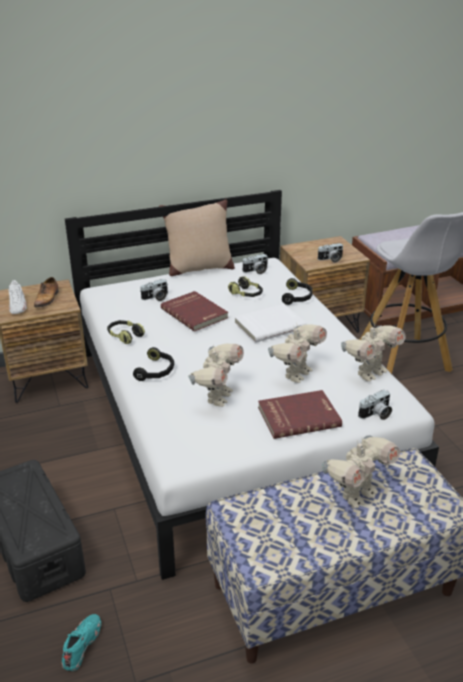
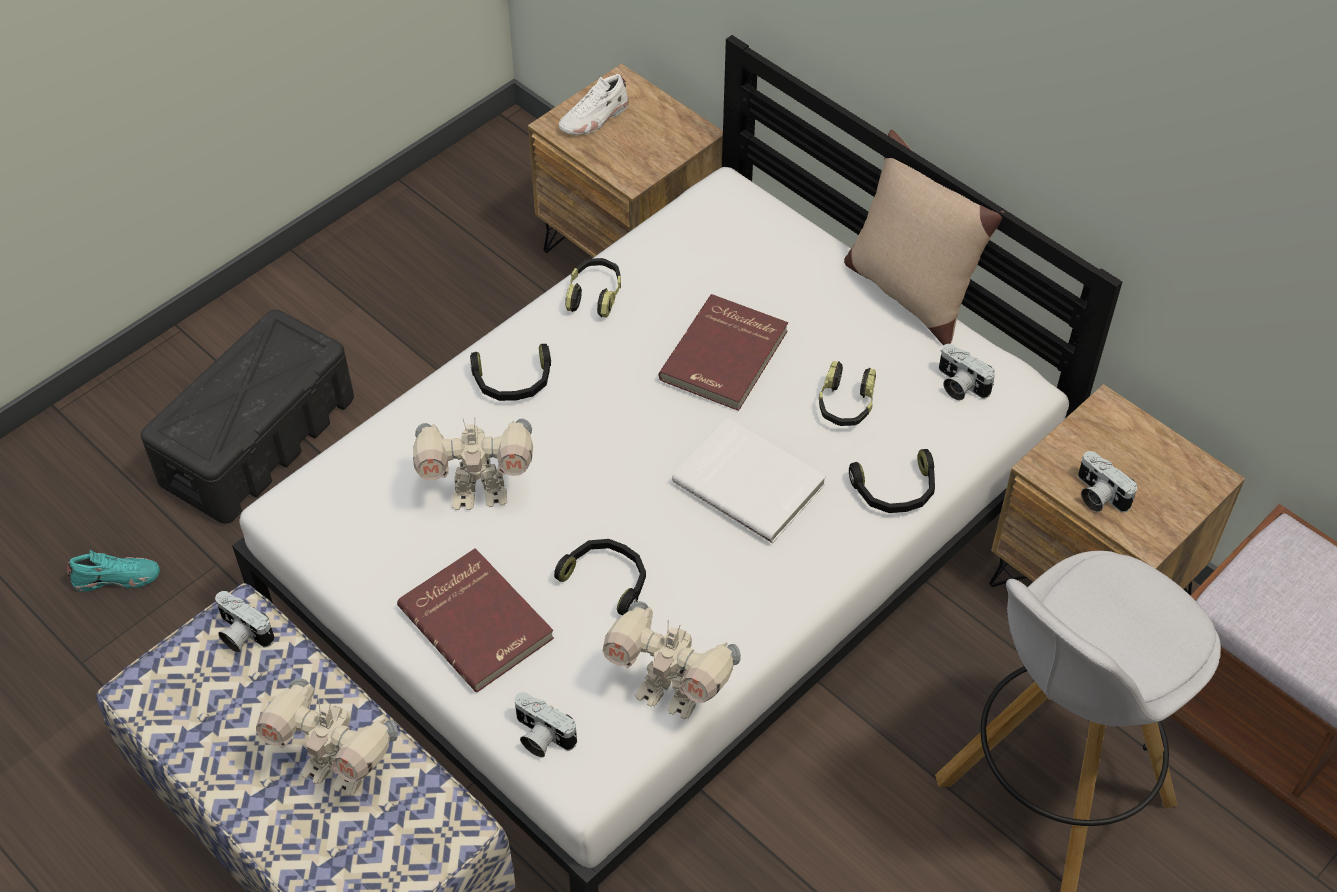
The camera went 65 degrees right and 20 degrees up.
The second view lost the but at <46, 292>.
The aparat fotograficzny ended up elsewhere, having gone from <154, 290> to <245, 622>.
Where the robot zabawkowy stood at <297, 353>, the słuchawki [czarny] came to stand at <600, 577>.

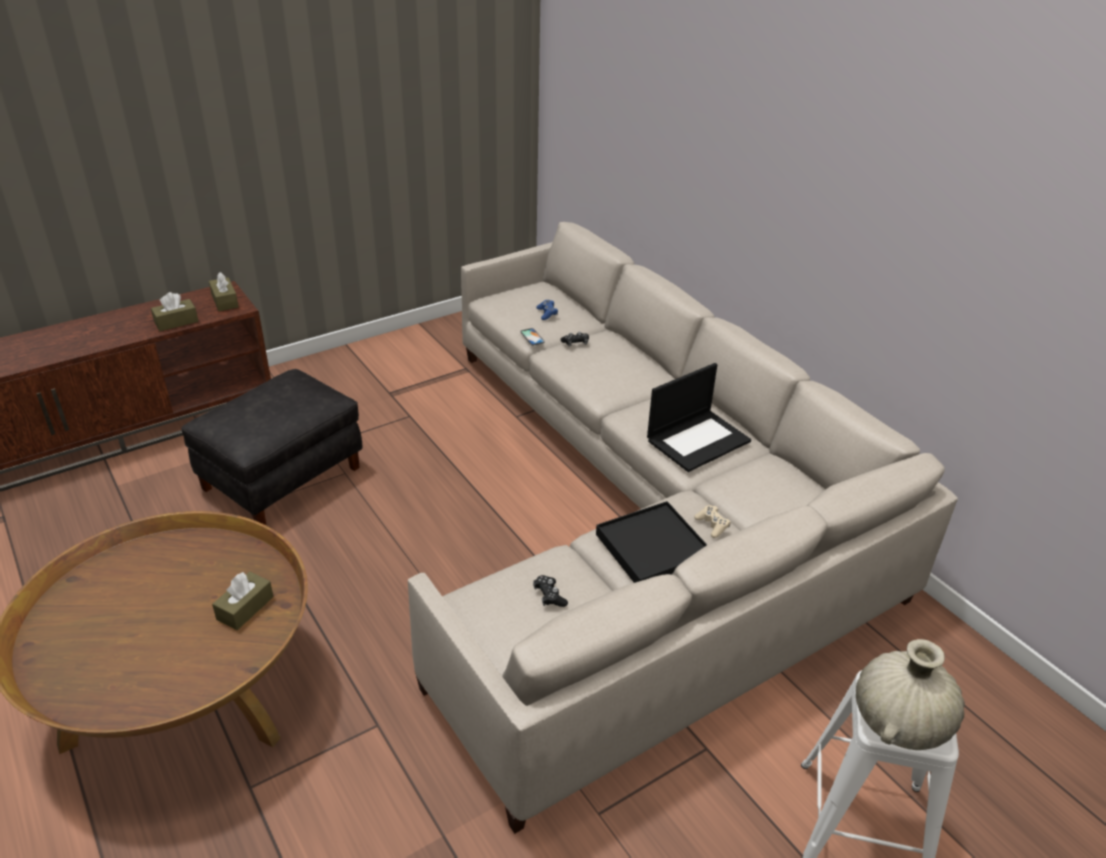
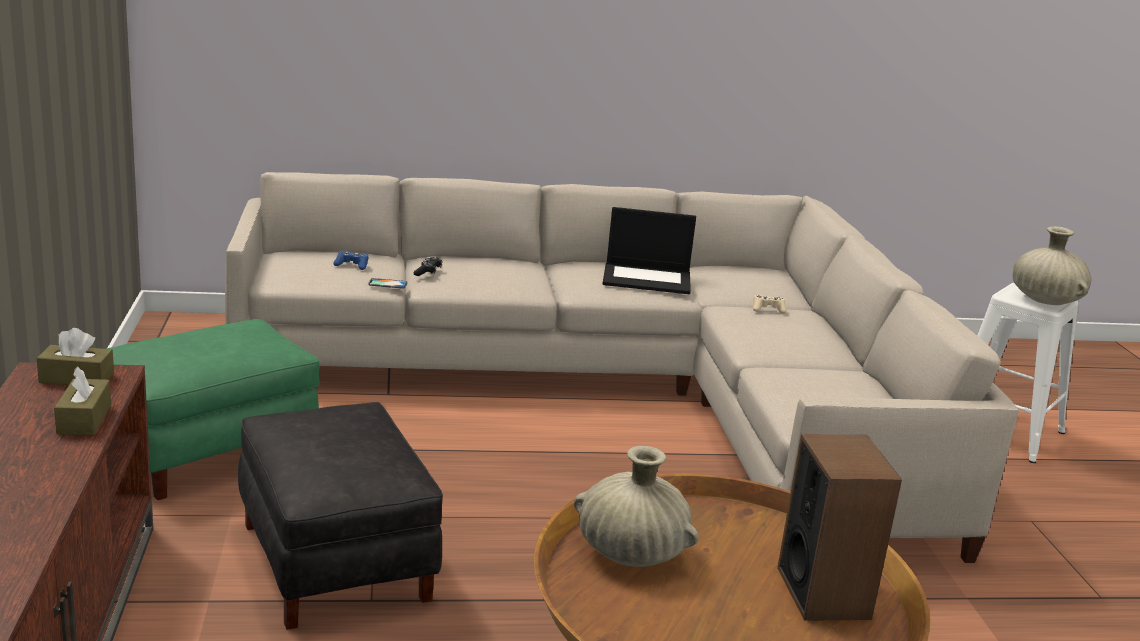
The camera went 65 degrees left and 15 degrees down.
The second view lost the pudełko chusteczek [brązowy] at <243, 600>.
The second view lost the pad do gier [czarny] at <550, 591>.
The second view lost the taca [czarny] at <651, 542>.
The laptop at <699, 417> ended up facing another way, 105 degrees clockwise from before.
The second view gained the pufa [zielony] at <213, 409>.
The second view gained the wazon [beżowy] at <636, 506>.
The second view gained the głośnik at <839, 527>.

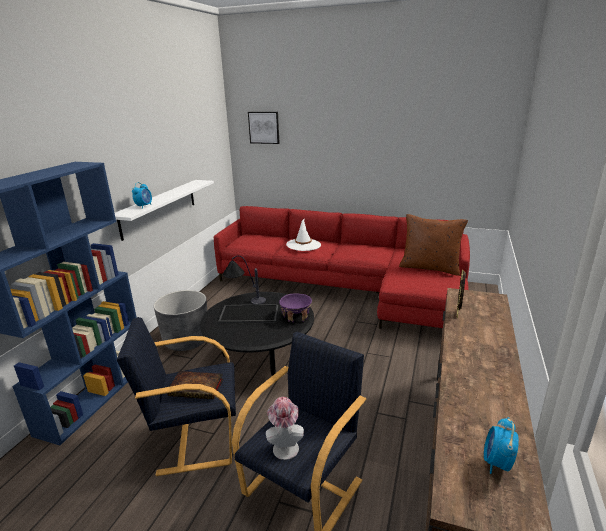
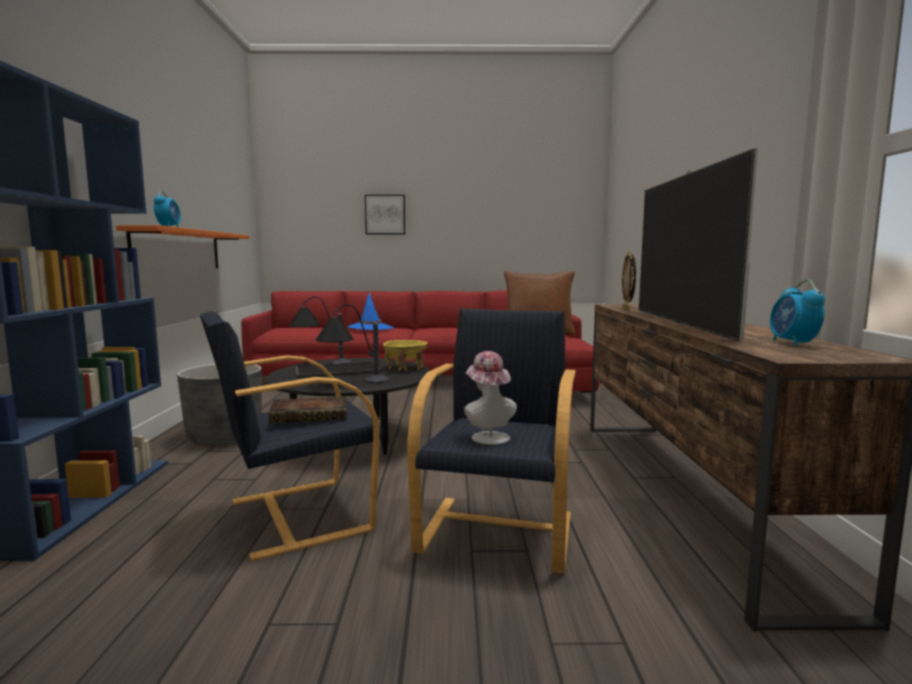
The camera went 20 degrees left and 15 degrees down.
What was the półka [biały] at <164, 210> turned into the półka [pomarańczowy] at <182, 246>.
The obraz ended up elsewhere, having gone from <264, 128> to <385, 214>.
What was the miska [fioletowy] at <295, 308> turned into the miska [żółty] at <405, 355>.
What was the kapelusz [biały] at <303, 234> turned into the kapelusz [niebieski] at <370, 311>.
The second view gained the lampa stołowa at <352, 343>.
The second view gained the telewizor at <698, 245>.

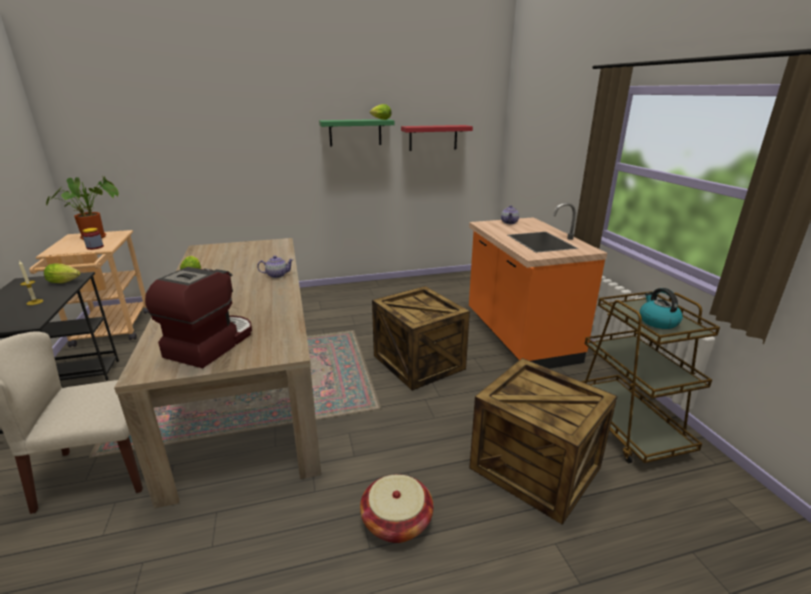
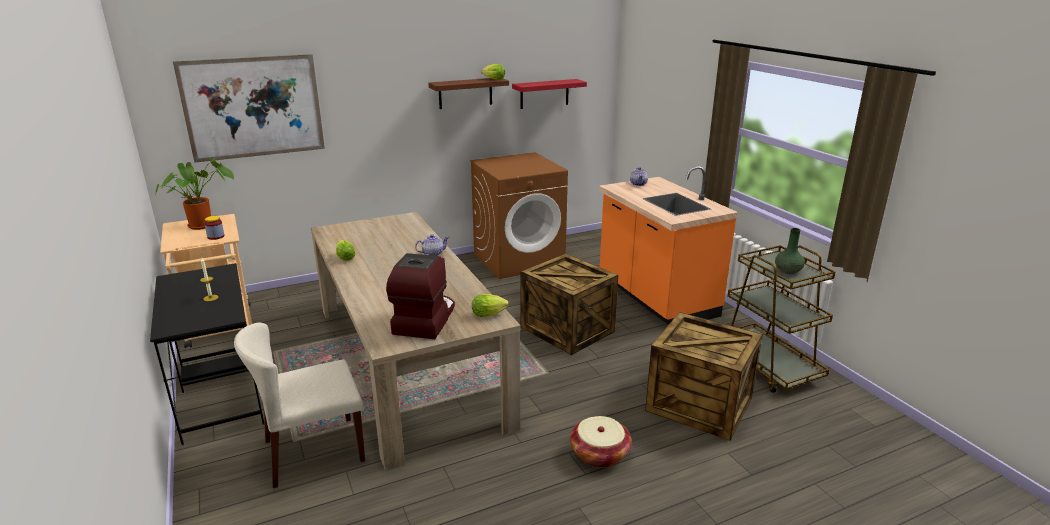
The camera went 10 degrees left and 0 degrees up.
The sałata ended up elsewhere, having gone from <62, 273> to <490, 305>.
What was the półka [zielony] at <356, 132> turned into the półka [brązowy] at <469, 93>.
Where the czajnik stood at <661, 308>, the wazon [zielony] came to stand at <790, 251>.
The second view gained the obraz at <249, 108>.
The second view gained the pralka [brązowy] at <519, 215>.

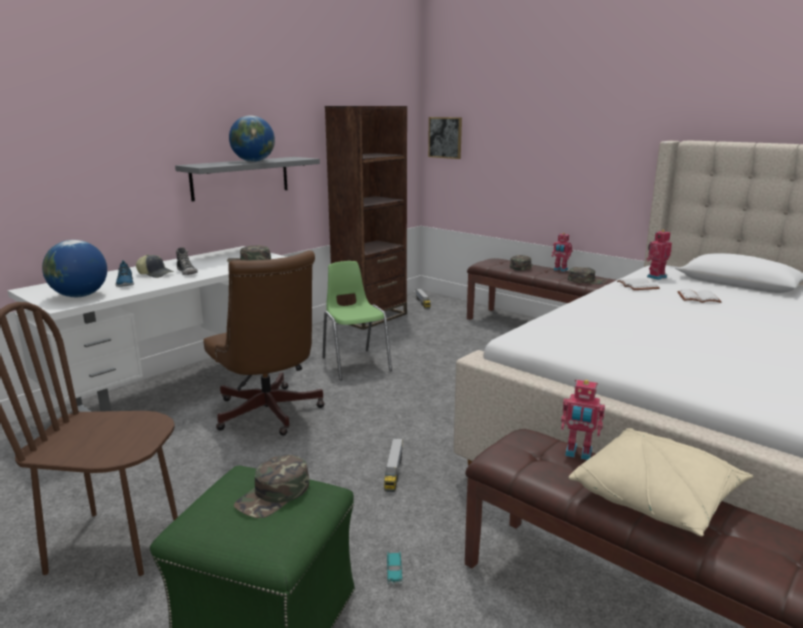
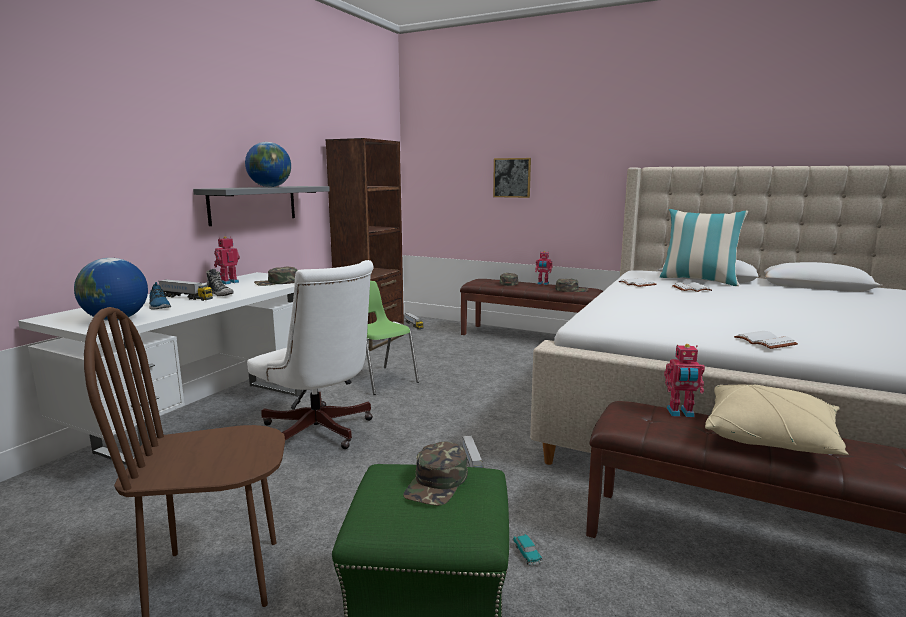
The camera went 15 degrees left and 5 degrees down.
Where the czapka z daszkiem stood at <155, 266>, the ciężarówka zabawkowa came to stand at <185, 290>.
What was the krzesło biurowe [brązowy] at <264, 342> turned into the krzesło biurowe [biały] at <310, 354>.
The obraz ended up elsewhere, having gone from <445, 138> to <512, 178>.
The robot zabawkowy ended up elsewhere, having gone from <659, 255> to <227, 260>.
The second view gained the poduszka at <704, 247>.
The second view gained the książka [biały] at <766, 340>.

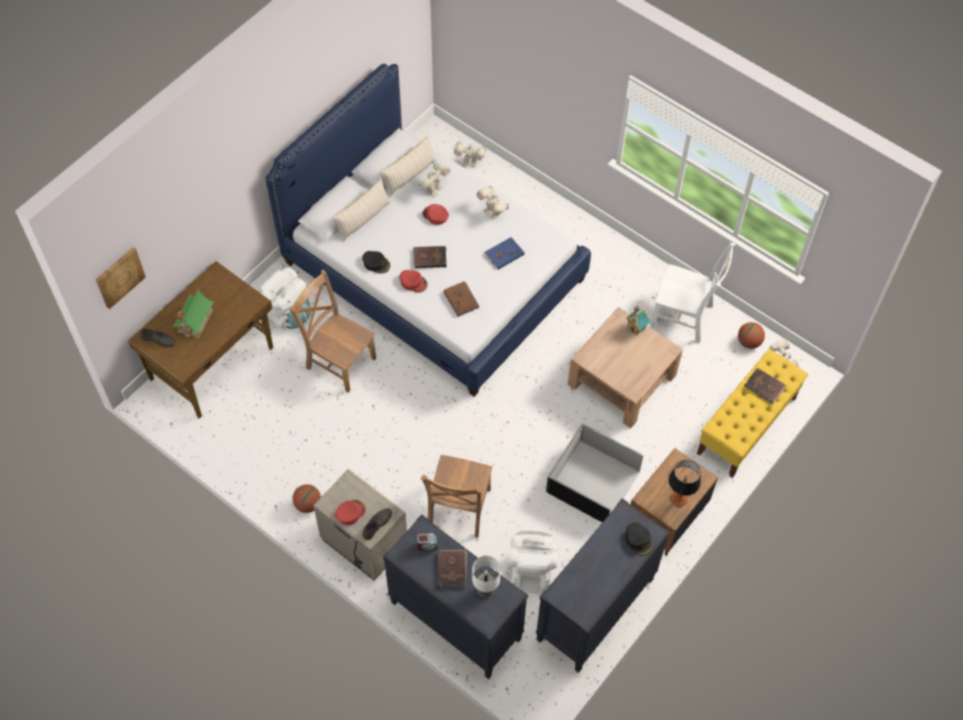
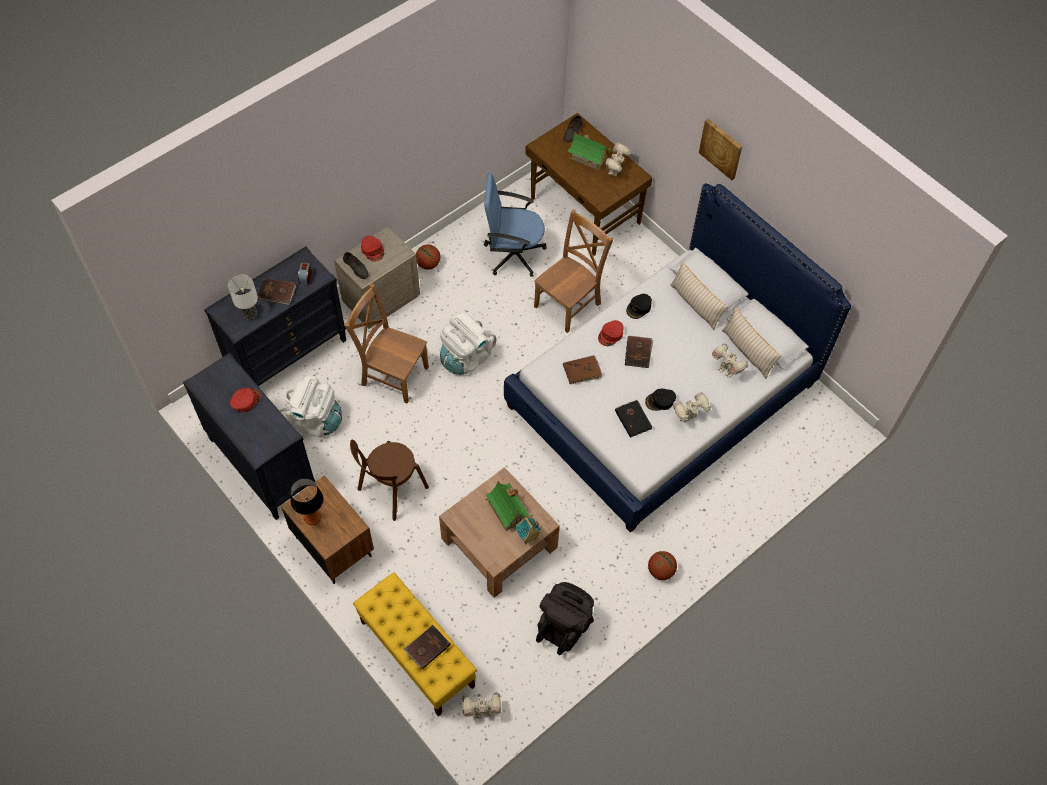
The camera went 100 degrees right and 0 degrees up.
The obraz ended up elsewhere, having gone from <121, 278> to <720, 149>.
The plecak [biały] ended up elsewhere, having gone from <284, 298> to <468, 344>.
The czapka z daszkiem [czerwony] ended up elsewhere, having gone from <435, 214> to <245, 400>.
The robot zabawkowy ended up elsewhere, having gone from <470, 155> to <618, 159>.
What was the książka [niebieski] at <504, 253> turned into the książka [czarny] at <633, 419>.
Where the pojemnik do przechowywania [czarny] stood at <594, 472>, the krzesło [brązowy] came to stand at <389, 480>.
The czapka z daszkiem [czarny] ended up elsewhere, having gone from <639, 539> to <660, 400>.
Where the krzesło [biały] stood at <693, 293>, the plecak [czarny] came to stand at <565, 618>.
The piłka do koszykówki ended up elsewhere, having gone from <751, 335> to <662, 565>.
The second view gained the krzesło biurowe [niebieski] at <515, 225>.
The second view gained the domek at <507, 506>.

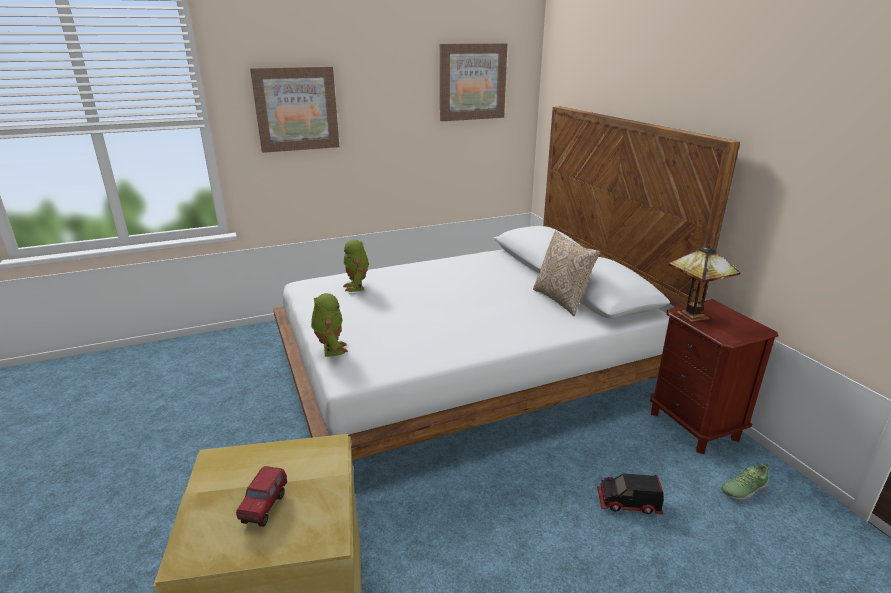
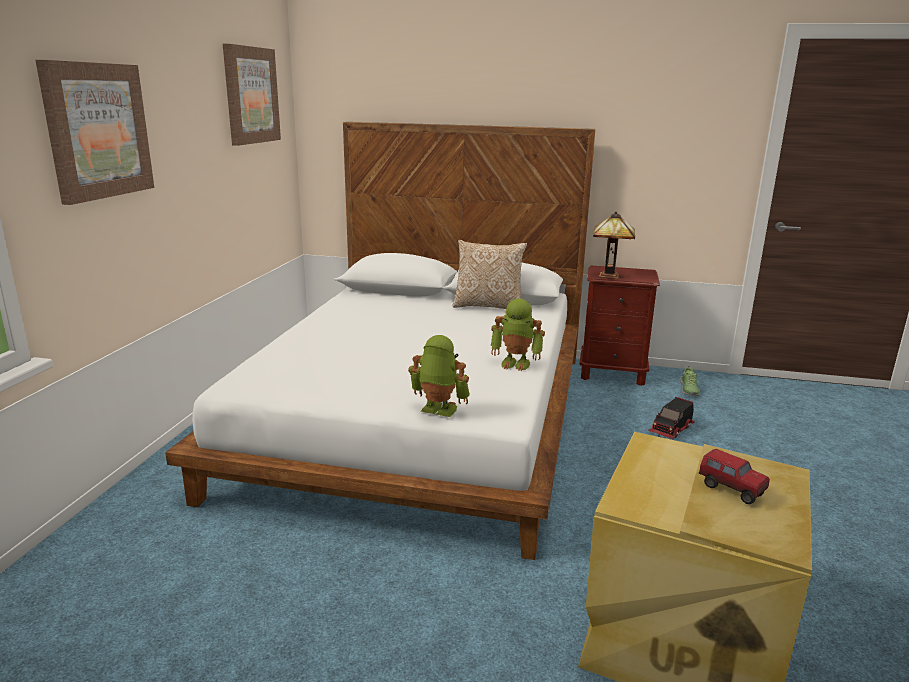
The camera went 55 degrees left and 5 degrees down.
The robot zabawkowy ended up elsewhere, having gone from <356, 265> to <518, 334>.

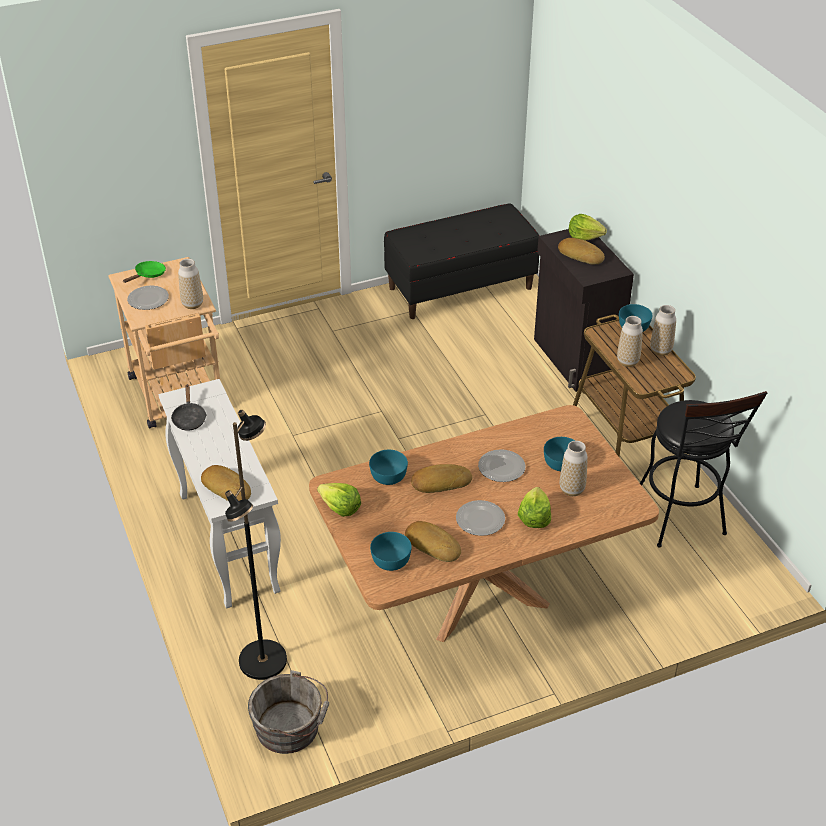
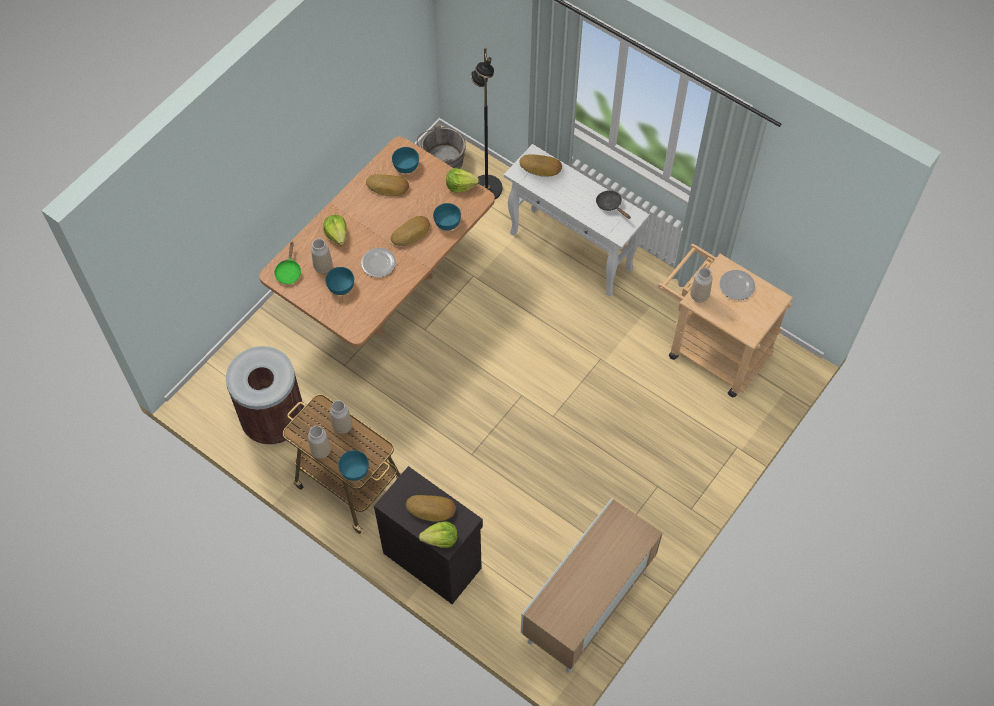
The camera went 150 degrees right and 20 degrees up.
The patelnia [zielony] ended up elsewhere, having gone from <144, 272> to <287, 263>.
Where the ławka [czarny] stood at <461, 261>, the szafka came to stand at <592, 585>.
The second view lost the talerz at <480, 518>.
Where the stołek [czarny] stood at <703, 469>, the kosz na śmieci [brązowy] came to stand at <265, 395>.

